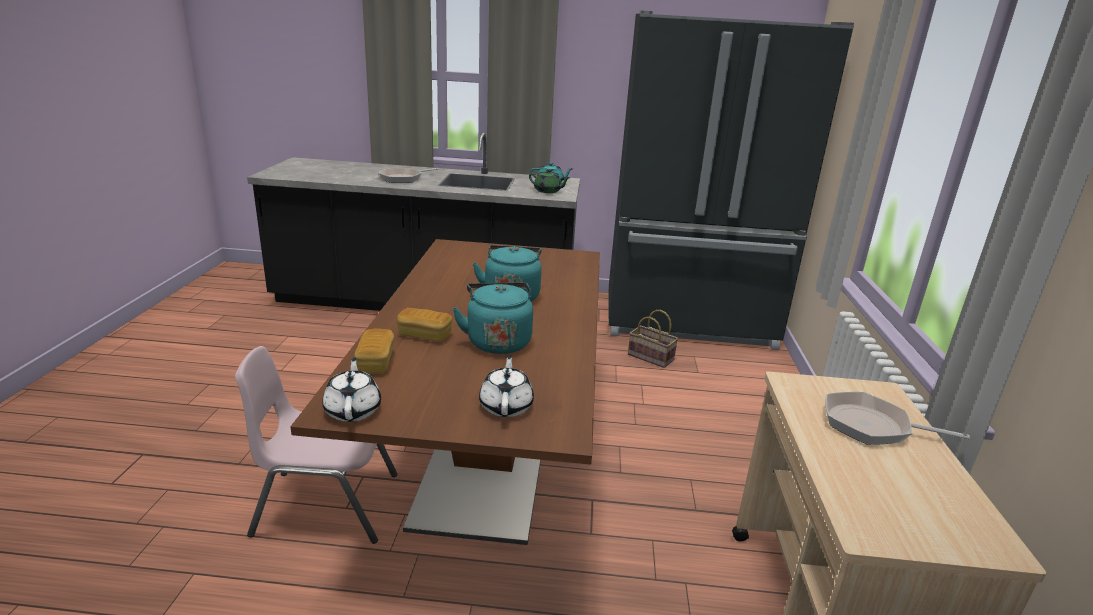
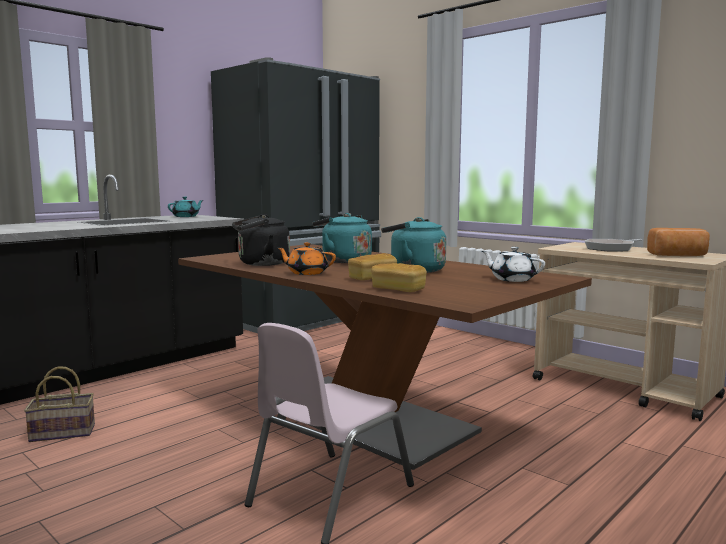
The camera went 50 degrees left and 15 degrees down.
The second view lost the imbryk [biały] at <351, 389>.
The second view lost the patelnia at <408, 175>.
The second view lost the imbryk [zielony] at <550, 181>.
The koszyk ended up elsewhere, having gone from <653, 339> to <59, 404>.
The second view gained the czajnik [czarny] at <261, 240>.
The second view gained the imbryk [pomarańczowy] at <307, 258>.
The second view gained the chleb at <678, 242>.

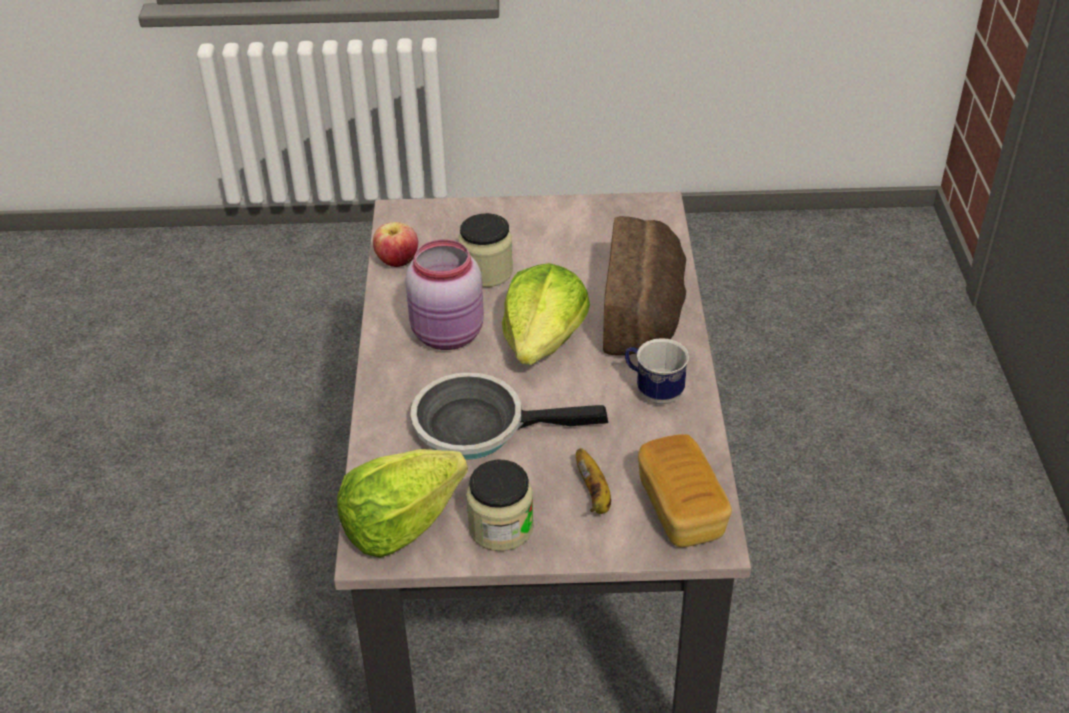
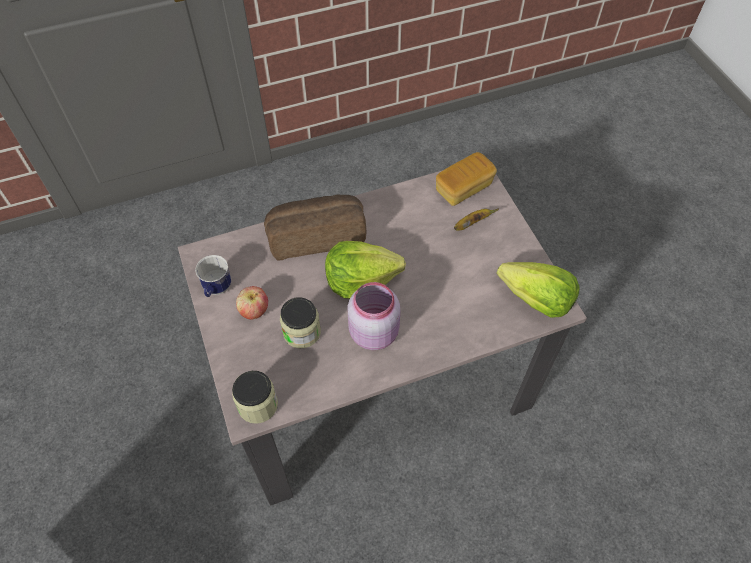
The camera went 110 degrees left and 15 degrees up.
The jabłko ended up elsewhere, having gone from <395, 244> to <252, 302>.
The second view lost the patelnia at <509, 416>.
The słoik ended up elsewhere, having gone from <500, 505> to <255, 397>.
The kubek ended up elsewhere, having gone from <657, 371> to <213, 276>.

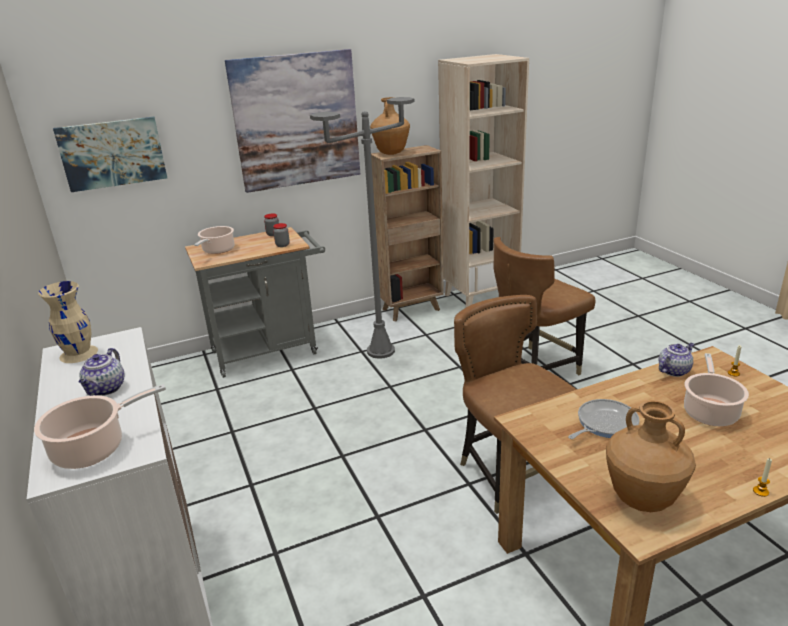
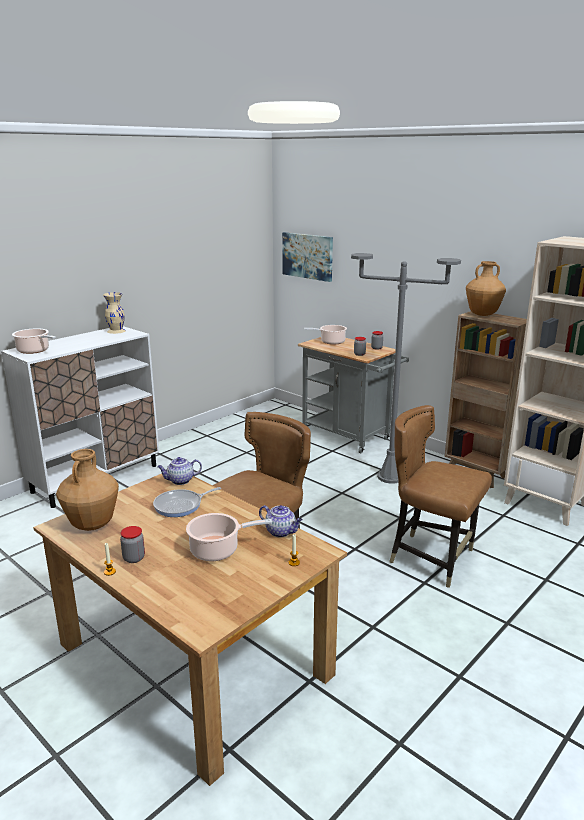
The camera went 65 degrees right and 5 degrees down.
The imbryk ended up elsewhere, having gone from <102, 372> to <179, 471>.
The second view lost the obraz at <292, 121>.
The patelnia at <603, 419> ended up facing another way, 120 degrees clockwise from before.
The second view gained the słoik at <132, 544>.

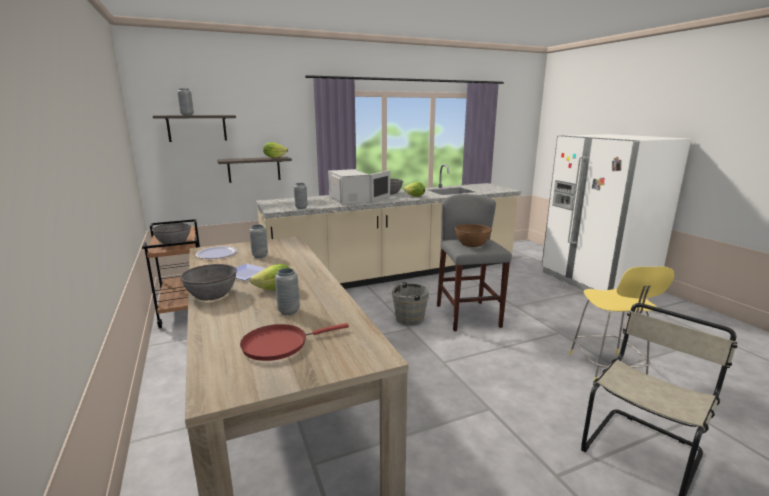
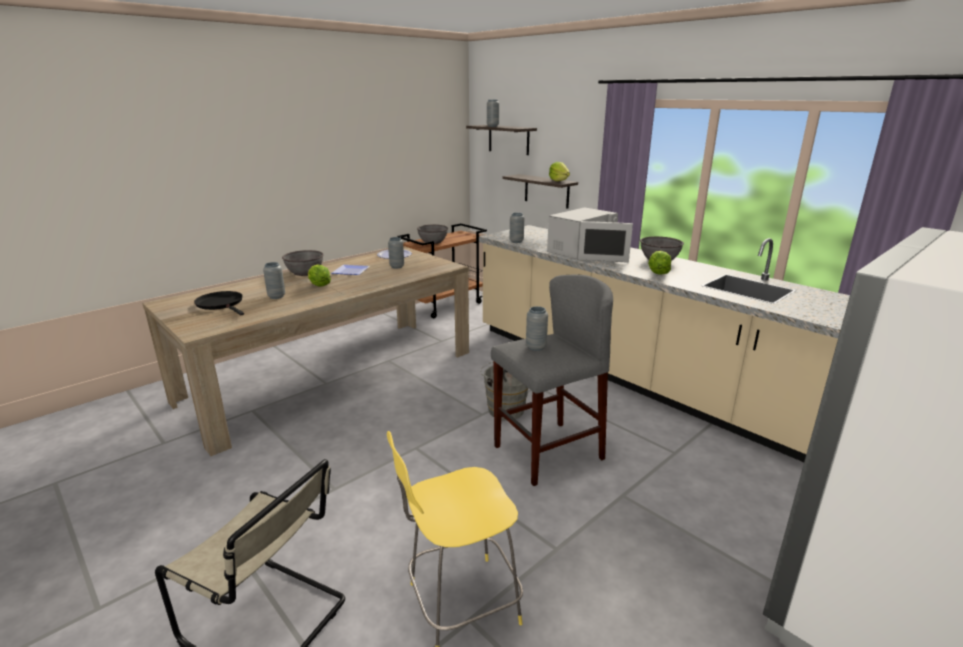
The camera went 70 degrees right and 5 degrees up.
What was the patelnia [czerwony] at <294, 342> turned into the patelnia [czarny] at <219, 303>.
Where the miska [brązowy] stood at <473, 235>, the wazon [szary] came to stand at <537, 328>.

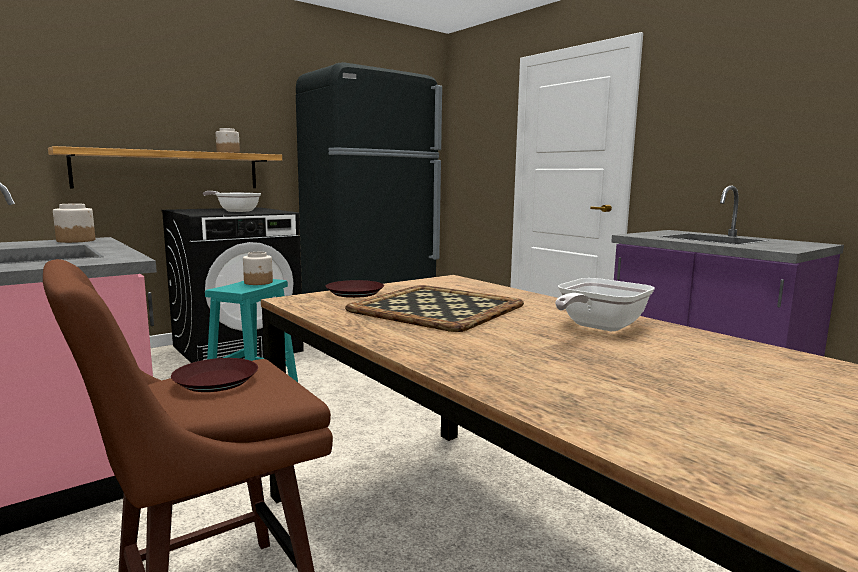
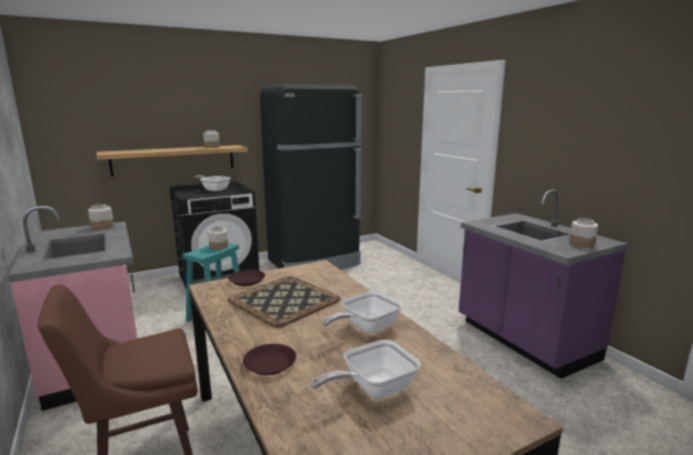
The camera went 10 degrees right and 5 degrees up.
The talerz [brązowy] ended up elsewhere, having gone from <214, 375> to <269, 359>.
The second view gained the patelnia at <365, 369>.
The second view gained the słoik at <583, 233>.

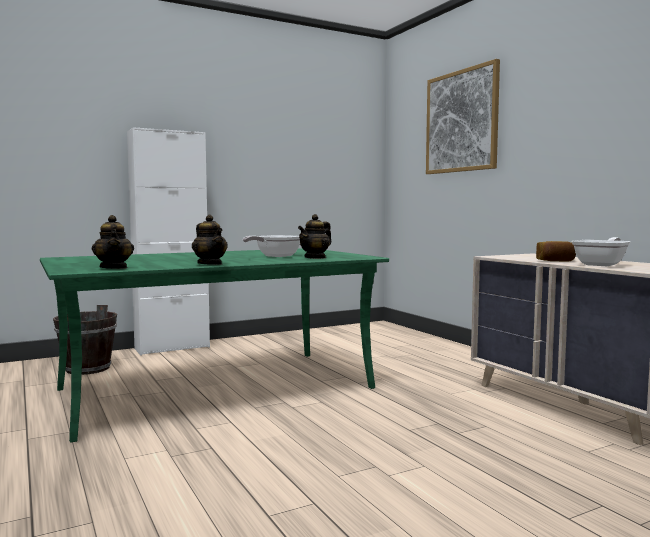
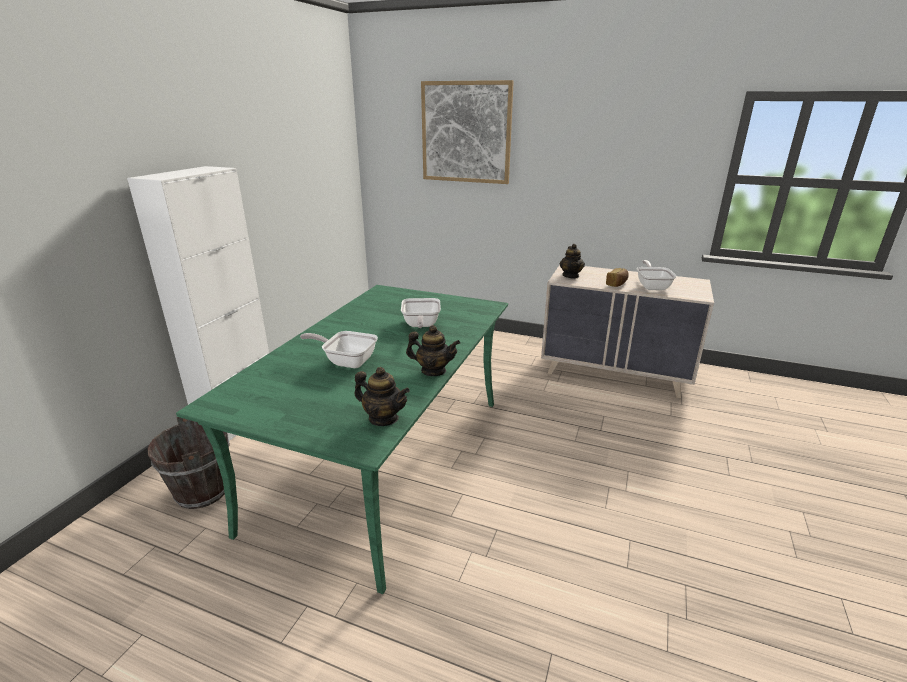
The camera went 40 degrees left and 20 degrees up.
The imbryk ended up elsewhere, having gone from <315, 236> to <572, 261>.
The second view gained the patelnia at <339, 349>.

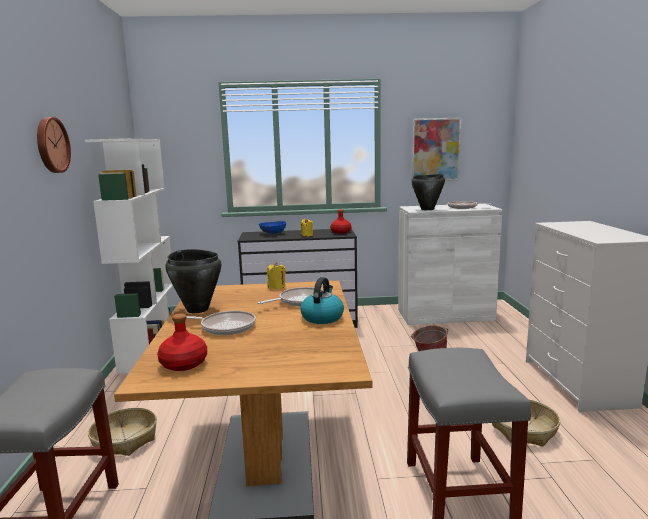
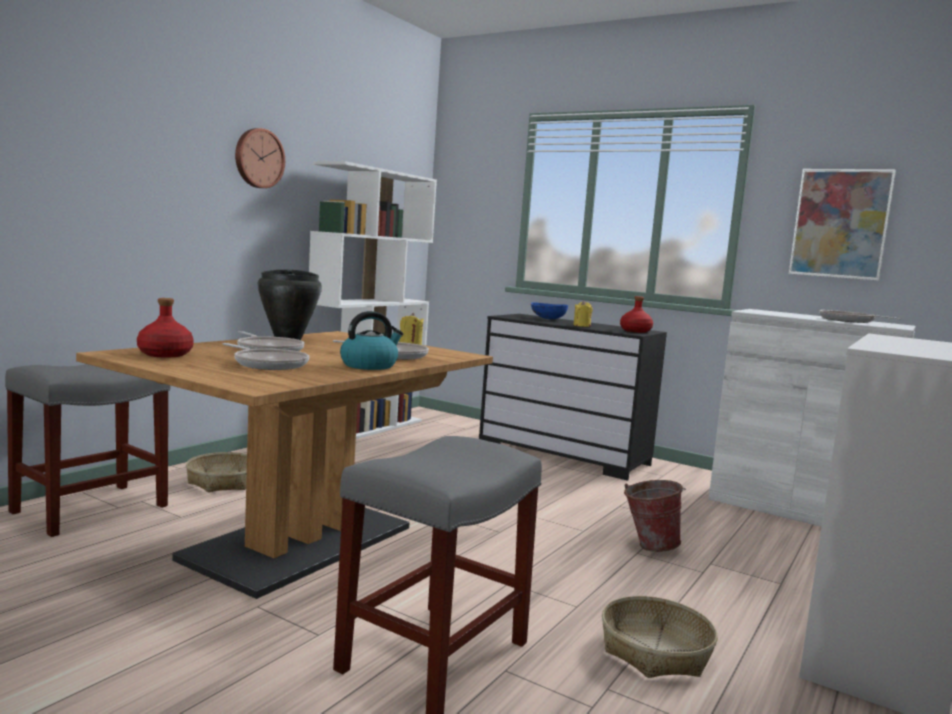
The camera went 35 degrees right and 5 degrees down.
The second view lost the garnek [czarny] at <428, 192>.
The second view gained the patelnia at <265, 356>.

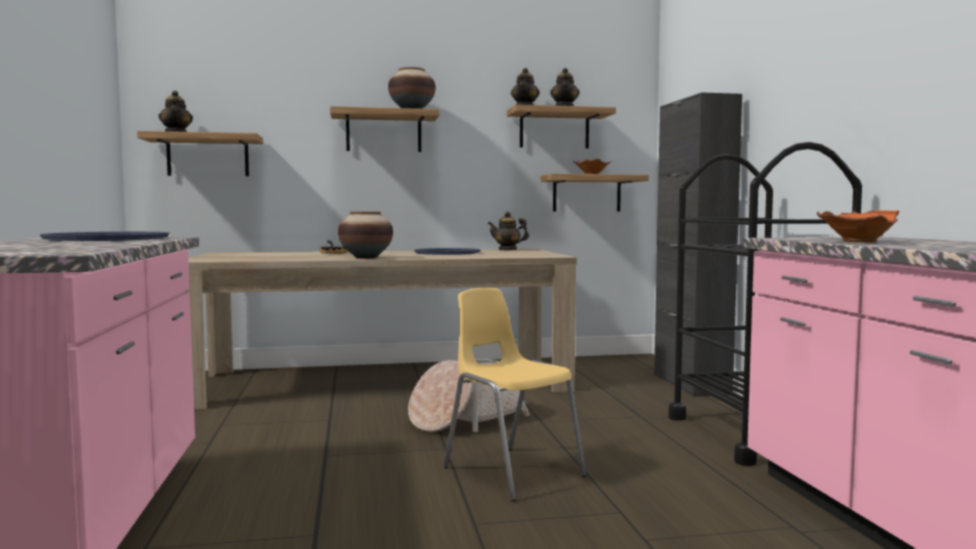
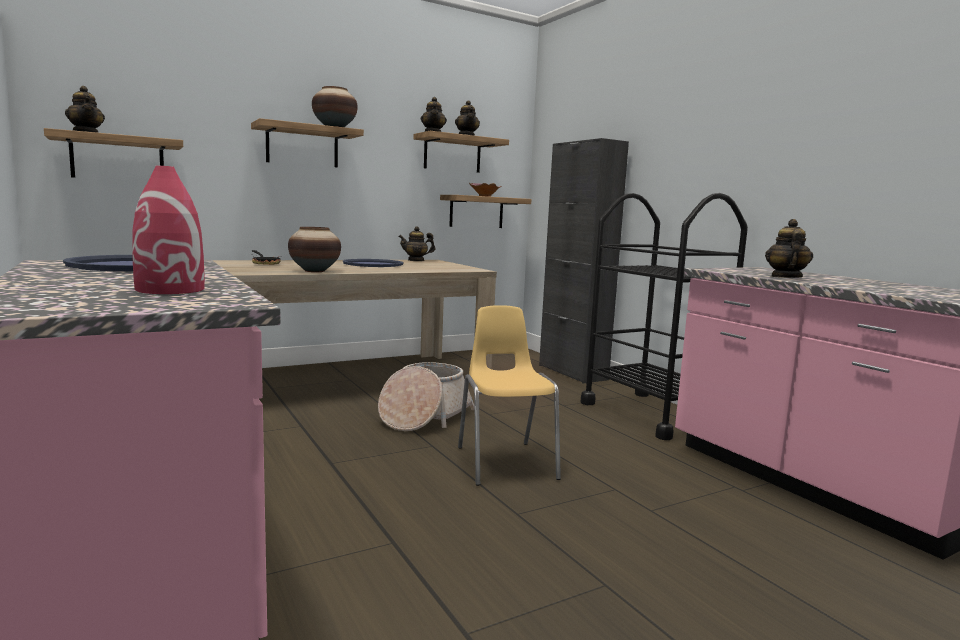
The camera went 20 degrees left and 5 degrees up.
The krzesło [żółty] at <515, 394> ended up facing another way, 45 degrees clockwise from before.
Where the miska [pomarańczowy] stood at <858, 226>, the imbryk came to stand at <789, 248>.
The second view gained the wazon [czerwony] at <168, 230>.

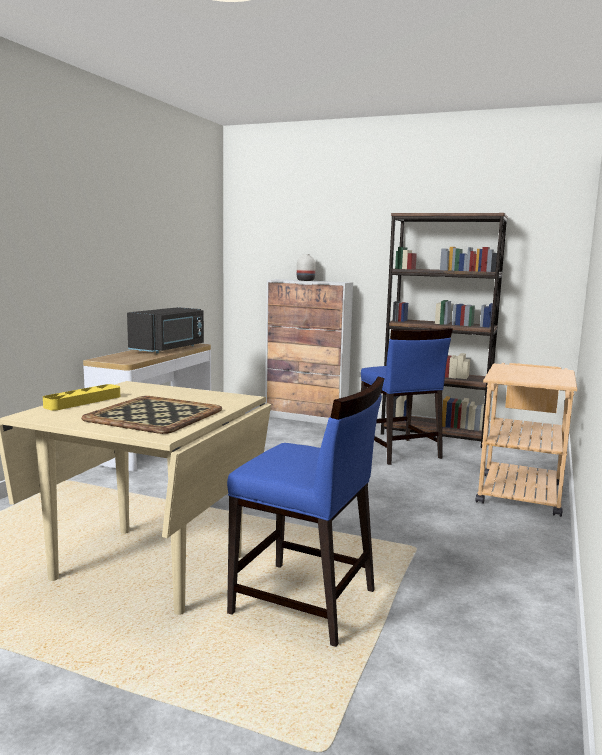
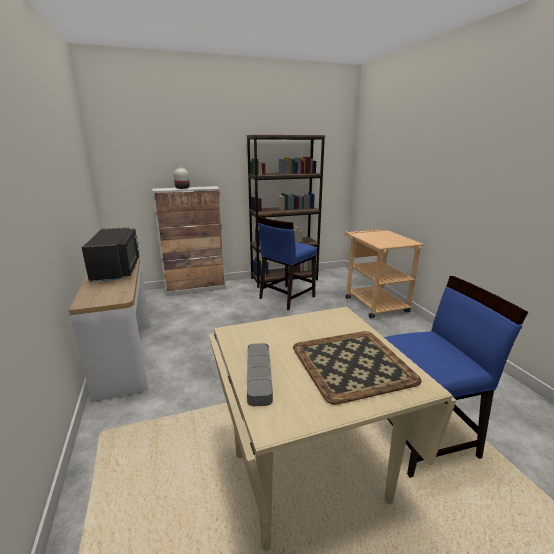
The camera went 40 degrees left and 10 degrees up.
What was the taca [żółty] at <81, 397> turned into the taca [szary] at <260, 374>.
The krzesło [niebieski] at <407, 396> ended up facing another way, 105 degrees clockwise from before.

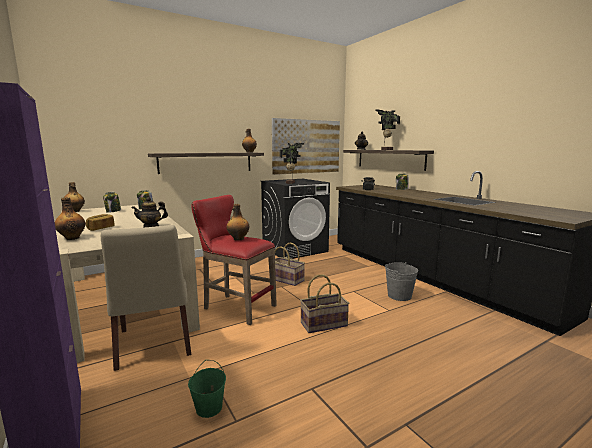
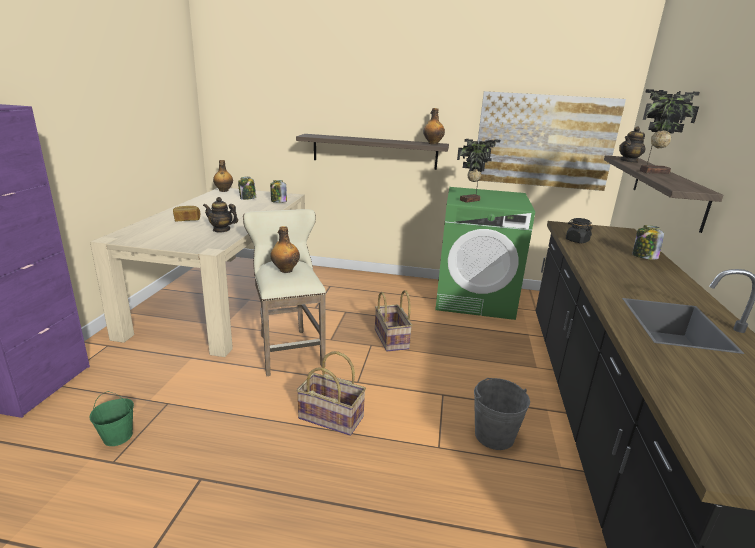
The camera went 40 degrees right and 10 degrees up.
The second view lost the butelka at <70, 218>.
The second view lost the krzesło [beżowy] at <146, 298>.
What was the stołek [czerwony] at <234, 260> turned into the stołek [beżowy] at <284, 292>.
What was the pralka [czarny] at <295, 219> turned into the pralka [zielony] at <485, 253>.

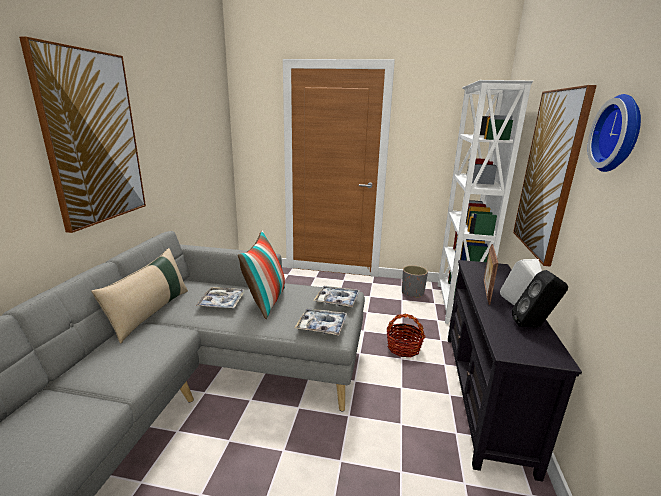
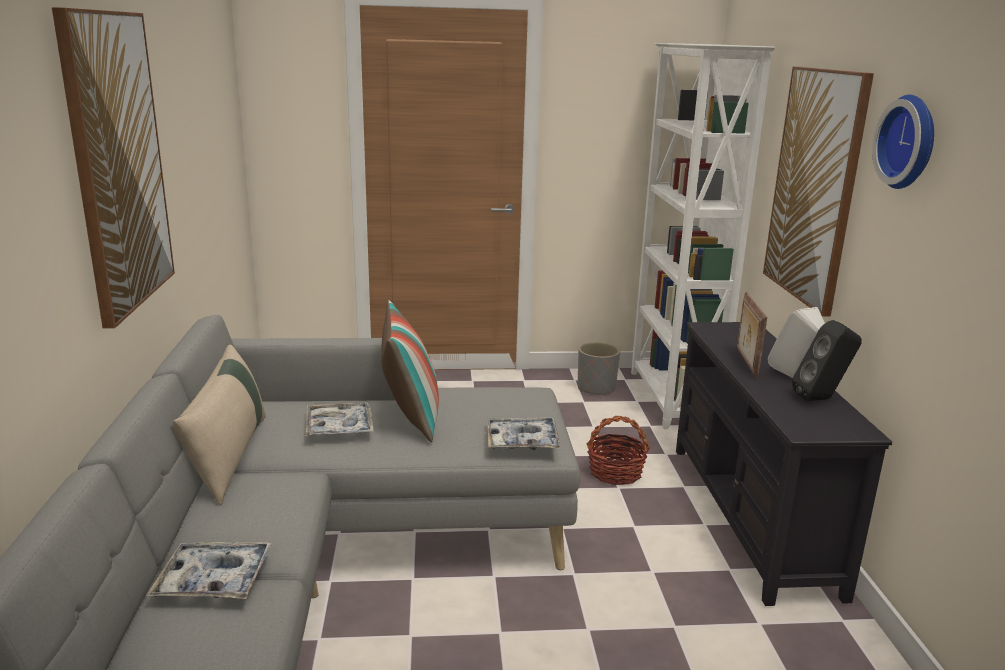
The camera went 15 degrees left and 0 degrees up.
The taca ended up elsewhere, having gone from <336, 296> to <209, 570>.

